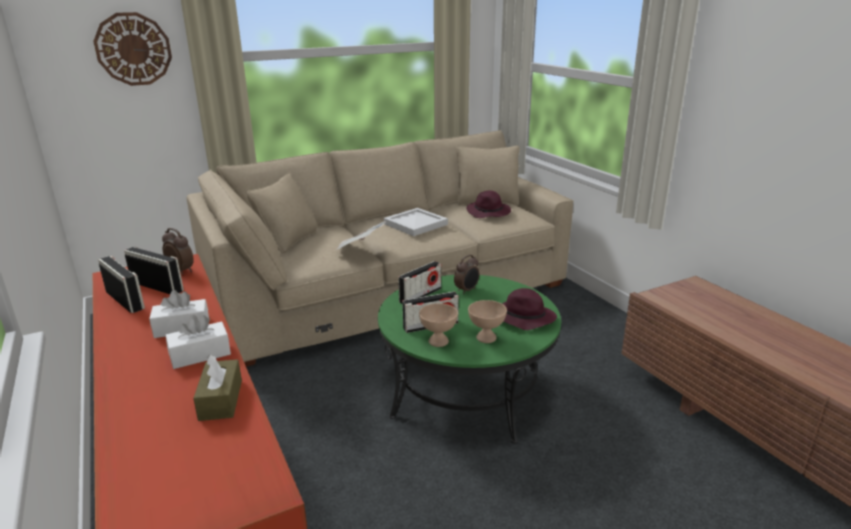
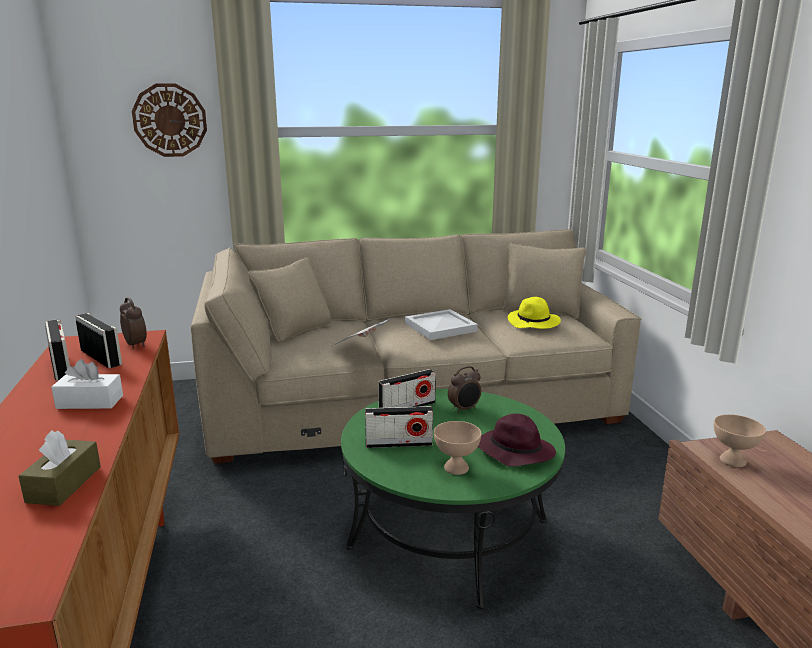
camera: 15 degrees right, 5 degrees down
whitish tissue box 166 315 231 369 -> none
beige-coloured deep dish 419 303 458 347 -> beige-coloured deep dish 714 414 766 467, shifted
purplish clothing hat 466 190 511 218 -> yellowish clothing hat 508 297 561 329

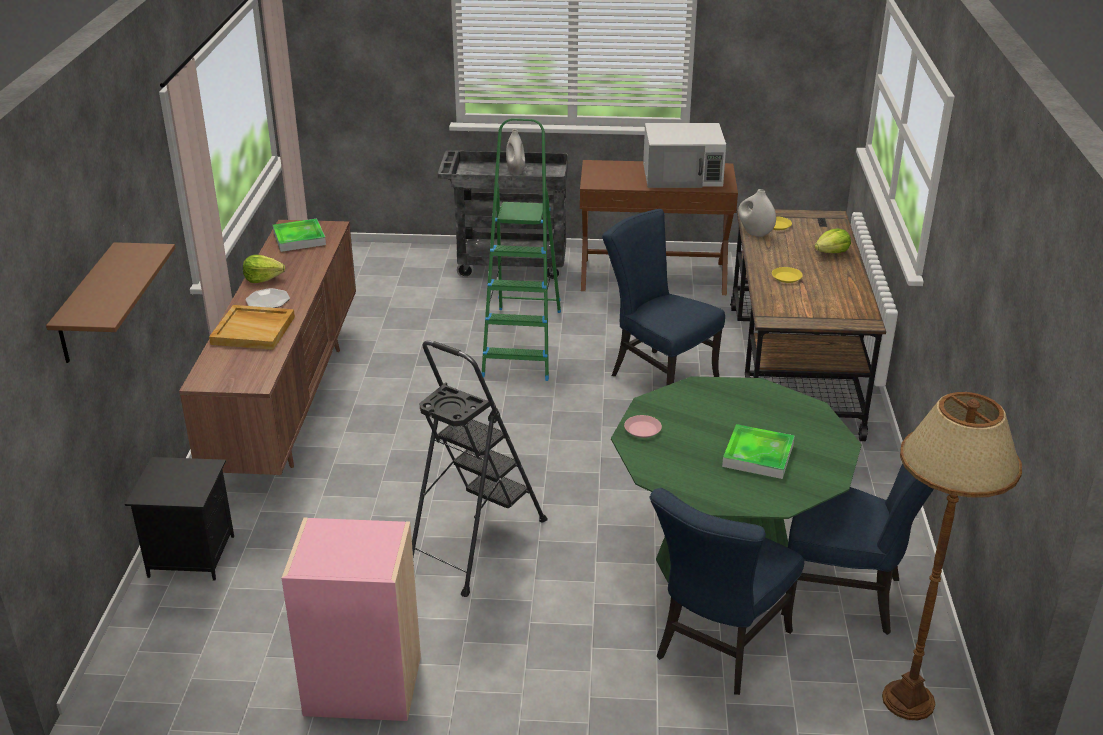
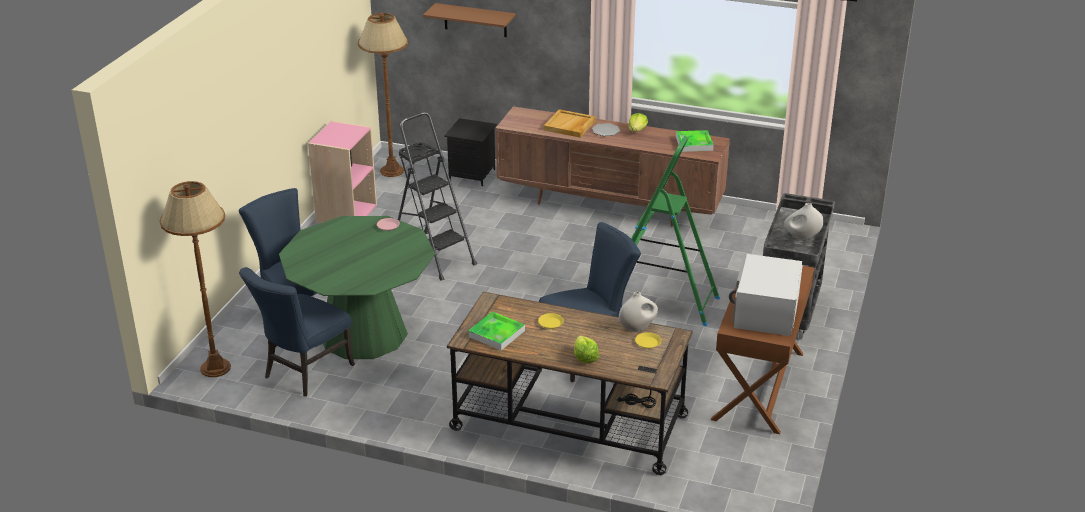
camera: 105 degrees right, 0 degrees up
none -> brownish floor lamp 358 13 408 177
serving tray 722 424 795 479 -> serving tray 468 312 525 350, shifted

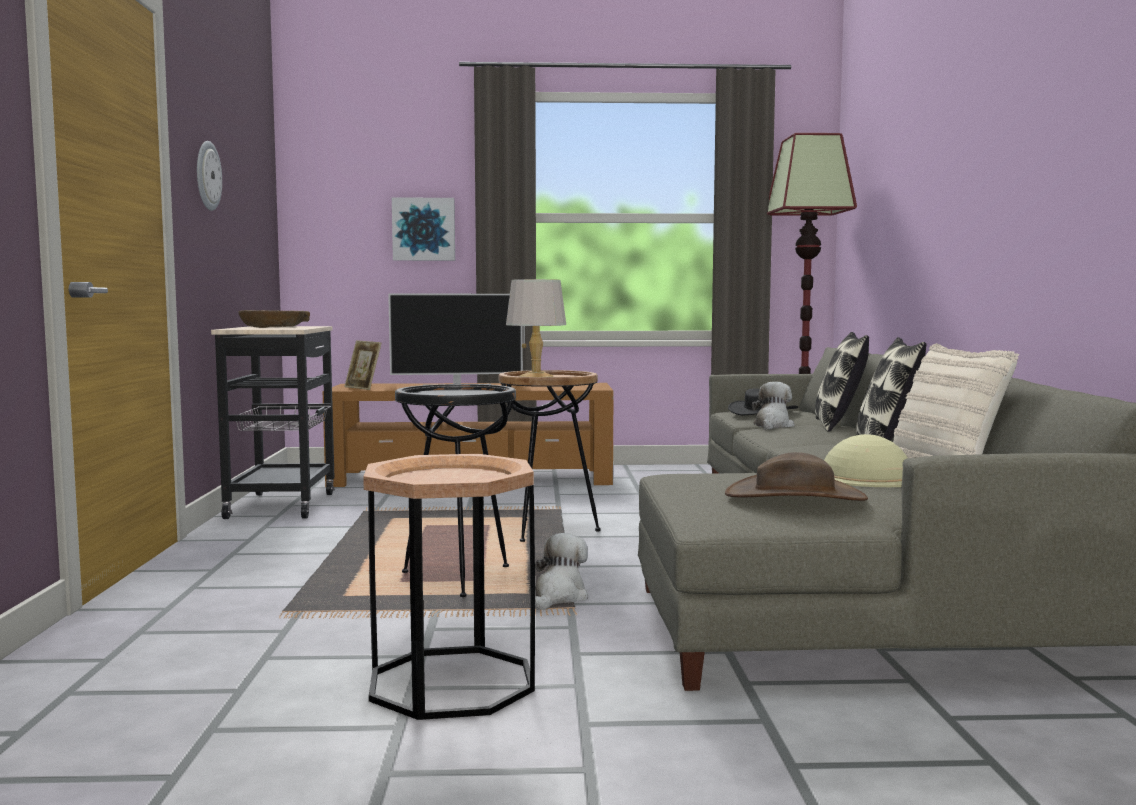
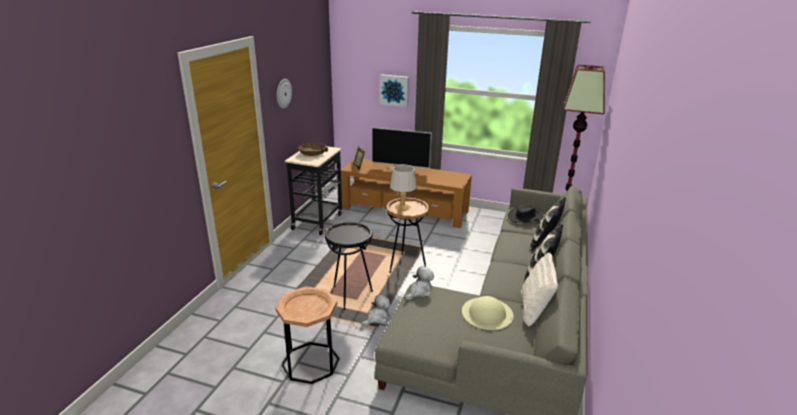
camera: 20 degrees right, 20 degrees up
brownish clothing hat 725 452 868 501 -> none
plush toy 751 382 794 429 -> plush toy 405 266 434 300, shifted

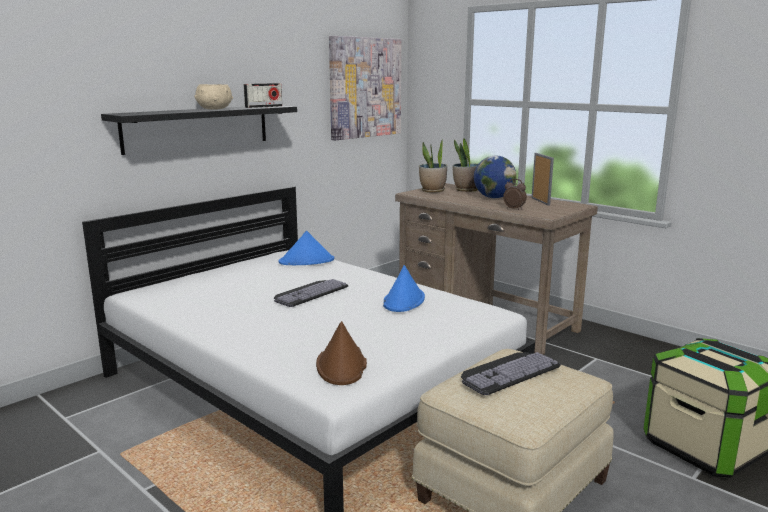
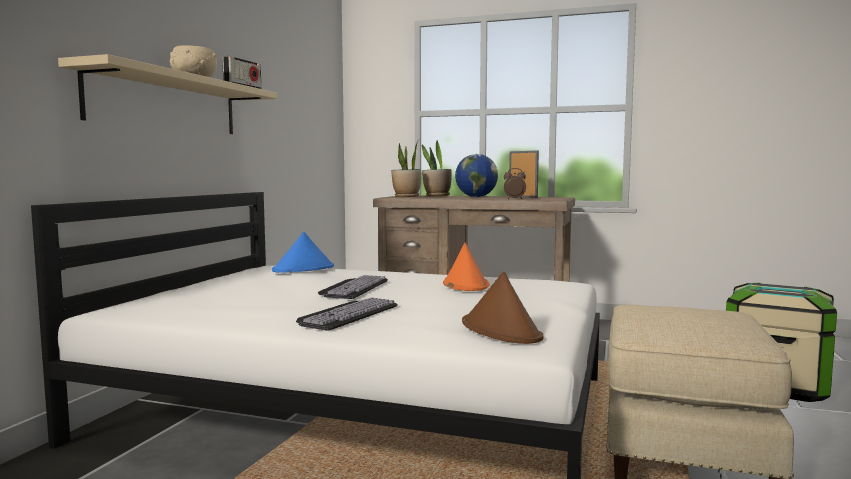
camera: 25 degrees left, 10 degrees down
picture 329 36 401 140 -> none
computer keyboard 461 352 561 395 -> computer keyboard 296 298 398 330, shifted
black bracket shelf 101 106 297 155 -> beige-coloured bracket shelf 58 54 277 134
blue clothing hat 383 265 425 312 -> orangey clothing hat 443 243 489 291

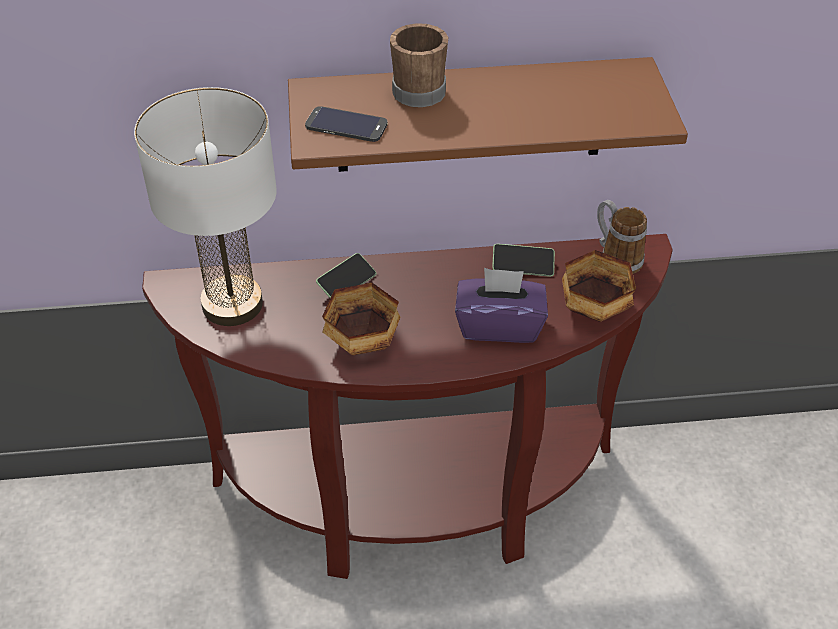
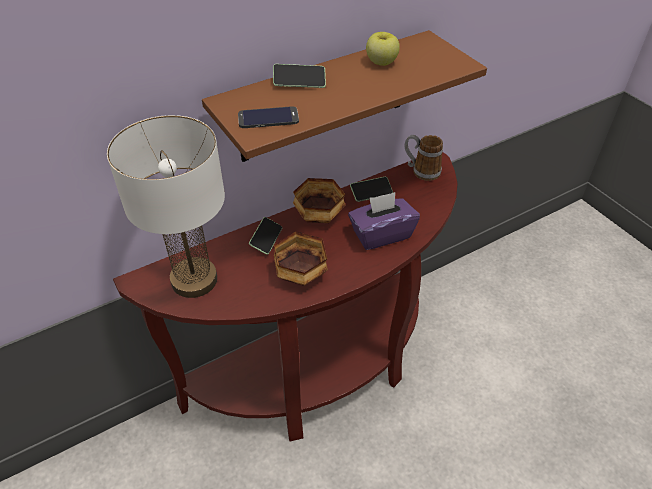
camera: 25 degrees left, 0 degrees up
none -> apple 366 32 400 66
deep dish 562 250 636 322 -> deep dish 293 178 346 223, shifted
brownish coffee mug 390 23 448 108 -> phone 273 64 326 88

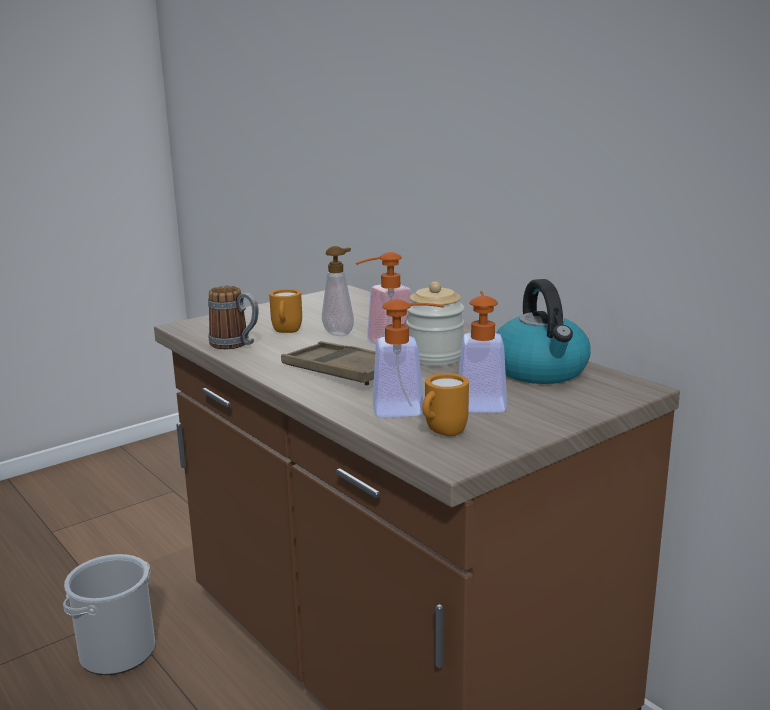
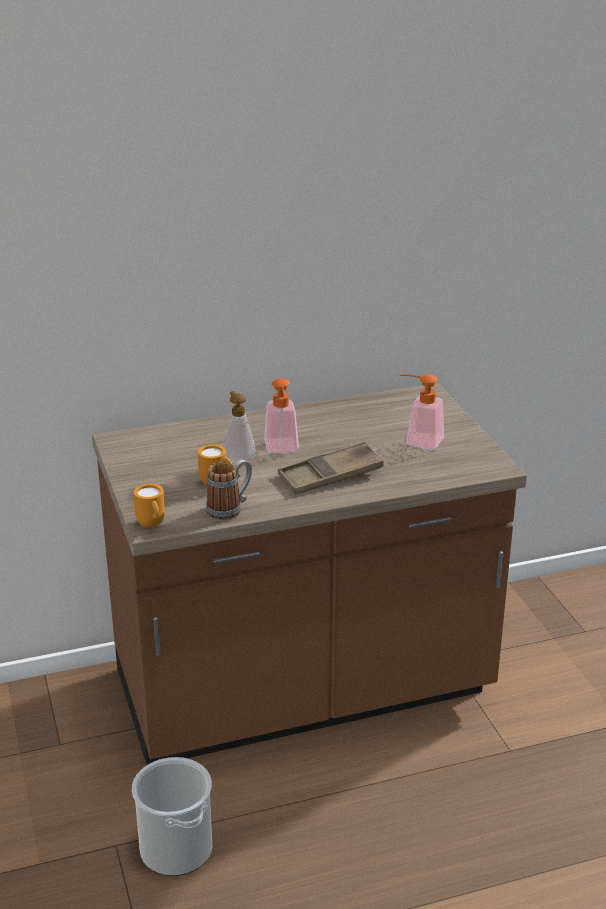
camera: 70 degrees left, 10 degrees up
soap dispenser 373 299 445 417 -> none
preserve jar 406 282 464 366 -> none
water kettle 496 279 591 384 -> none
orangey coffee mug 422 373 469 436 -> orangey coffee mug 133 484 165 527, shifted

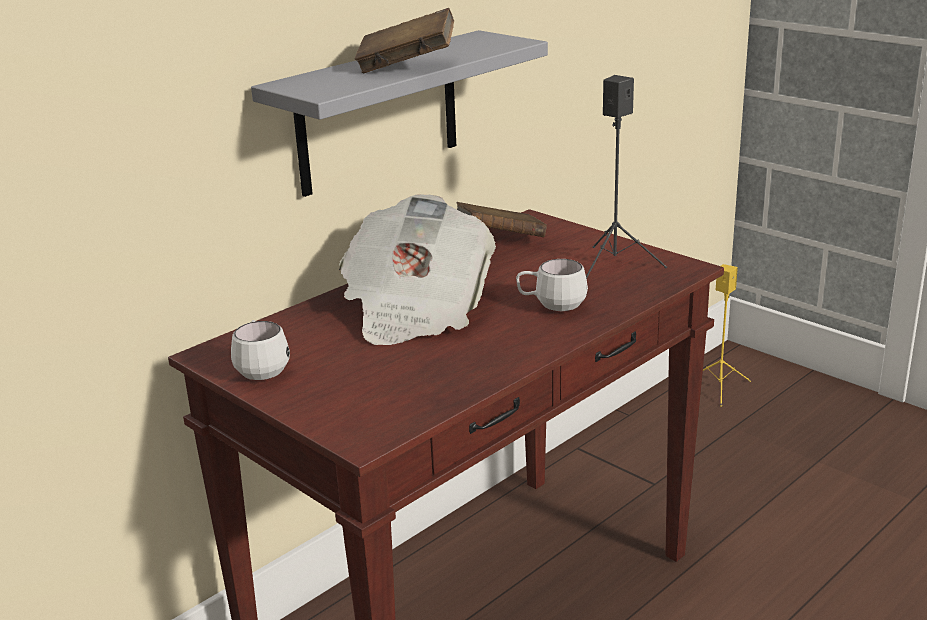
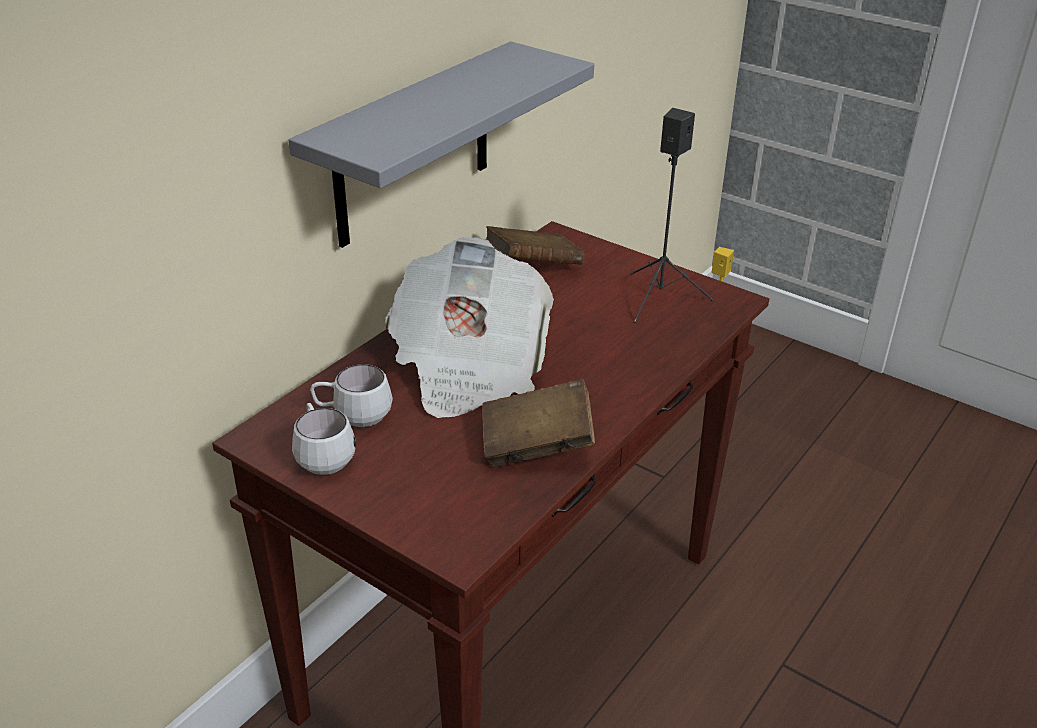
camera: 10 degrees left, 10 degrees up
brownish book 355 8 454 73 -> brownish book 482 379 595 468, shifted
whitish coffee mug 516 259 588 311 -> whitish coffee mug 310 364 393 427, shifted

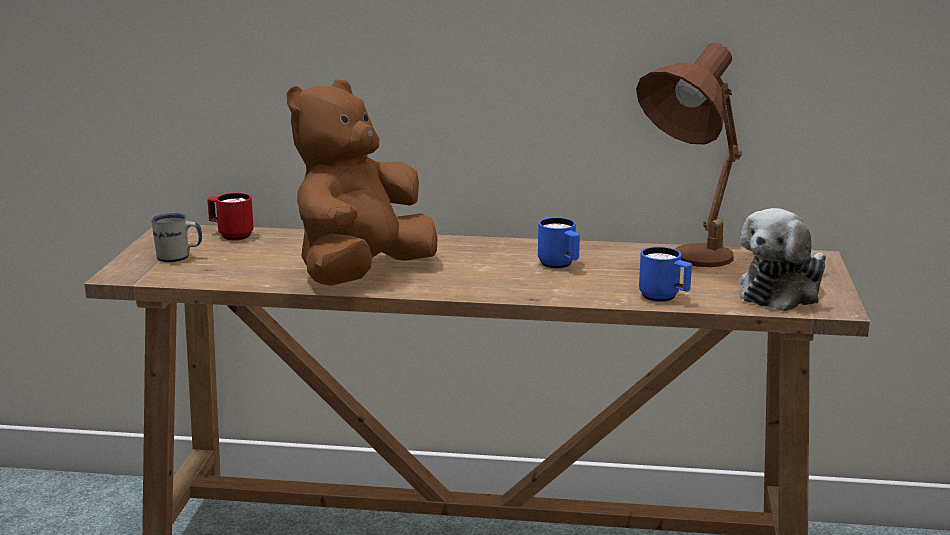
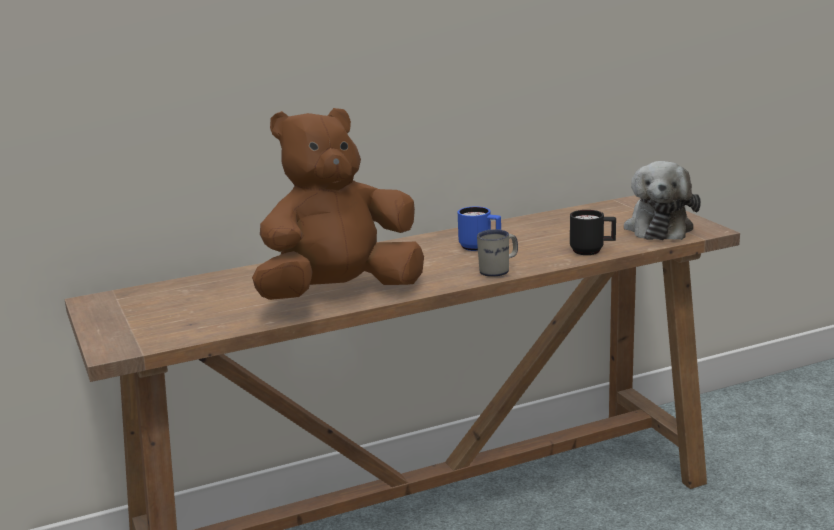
camera: 30 degrees left, 0 degrees up
reddish coffee mug 207 193 253 240 -> none
brownish table lamp 636 43 742 267 -> none
whitish coffee mug 151 213 202 262 -> whitish coffee mug 477 229 518 277, shifted
blue coffee mug 639 247 692 302 -> black coffee mug 570 210 616 255
brownish plush toy 287 80 438 286 -> brownish plush toy 252 108 424 300, 60 degrees clockwise

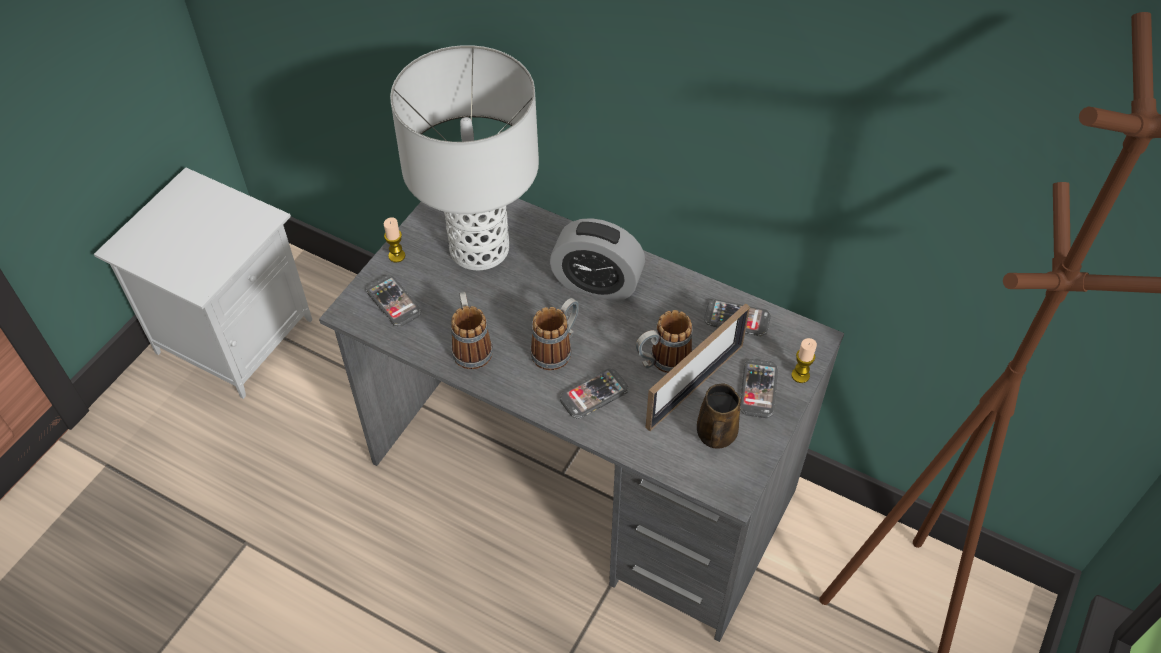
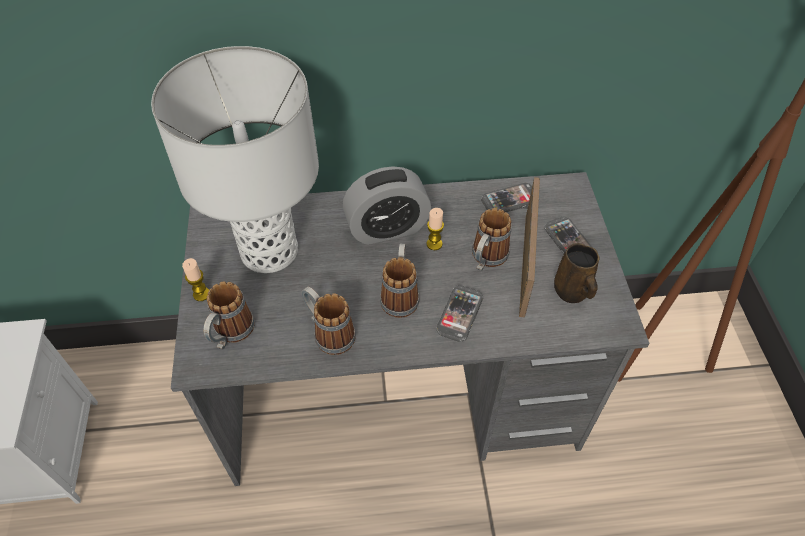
camera: 35 degrees left, 0 degrees up
candle 791 338 817 383 -> candle 426 208 444 250, shifted
phone 366 275 421 327 -> coffee mug 204 282 254 349

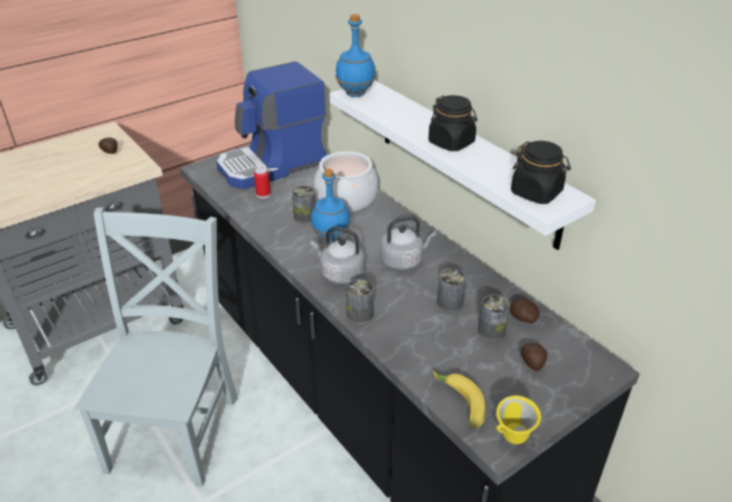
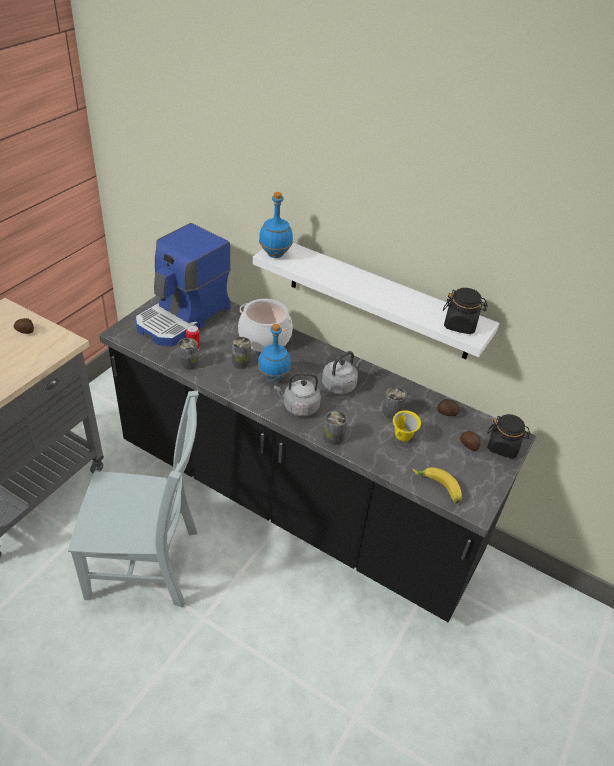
camera: 25 degrees left, 5 degrees up
black preserve jar 428 95 477 151 -> black preserve jar 487 414 530 459, shifted
sealed can 478 294 510 341 -> sealed can 178 338 199 370, shifted
yellowish coffee mug 496 396 541 444 -> yellowish coffee mug 393 410 421 442, shifted
greyish plain chair 75 207 238 487 -> greyish plain chair 68 391 199 608, 105 degrees clockwise

